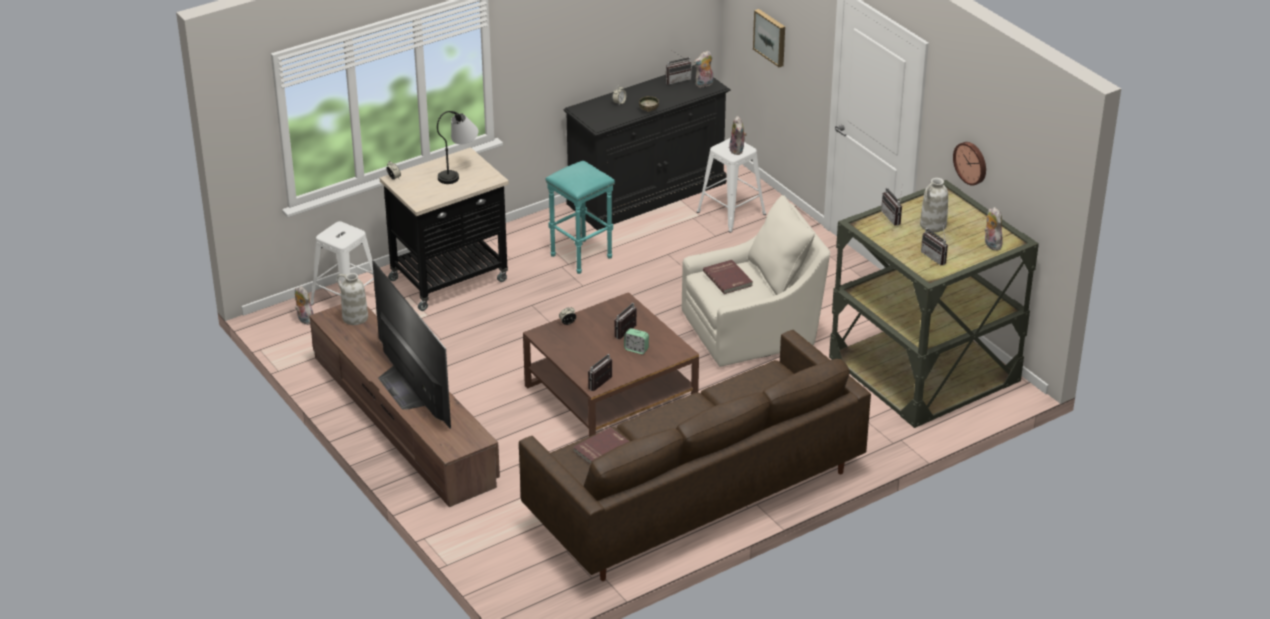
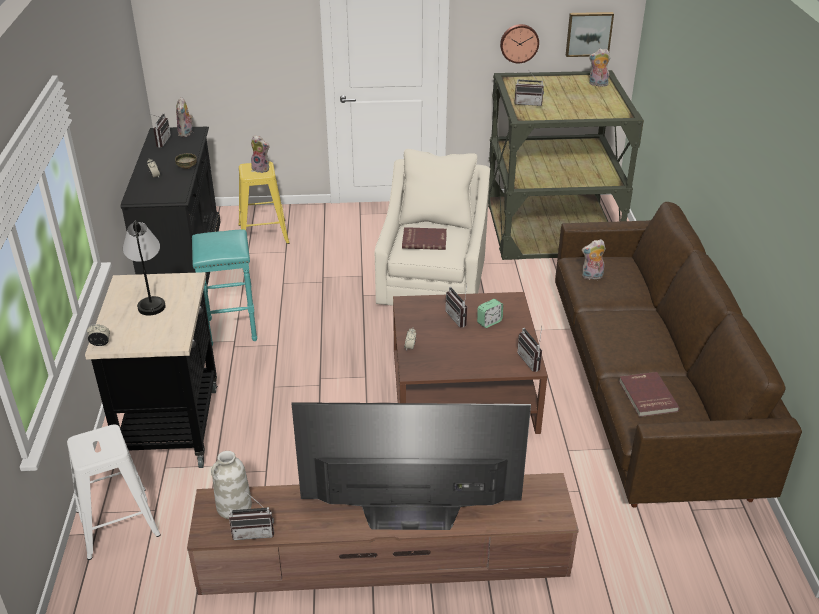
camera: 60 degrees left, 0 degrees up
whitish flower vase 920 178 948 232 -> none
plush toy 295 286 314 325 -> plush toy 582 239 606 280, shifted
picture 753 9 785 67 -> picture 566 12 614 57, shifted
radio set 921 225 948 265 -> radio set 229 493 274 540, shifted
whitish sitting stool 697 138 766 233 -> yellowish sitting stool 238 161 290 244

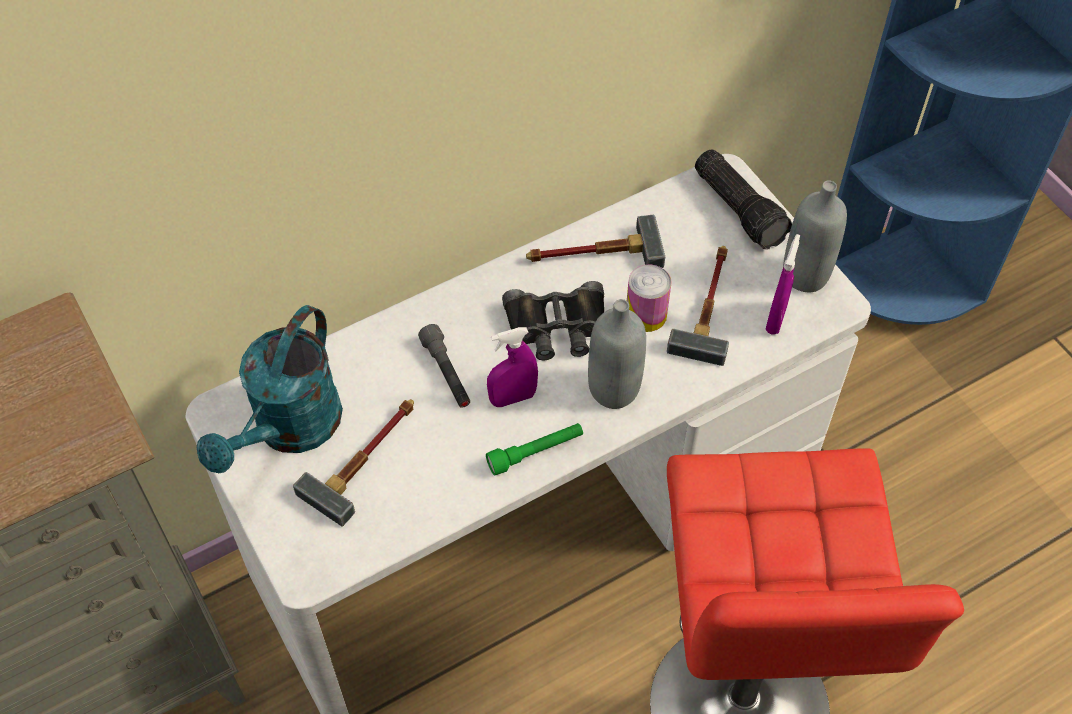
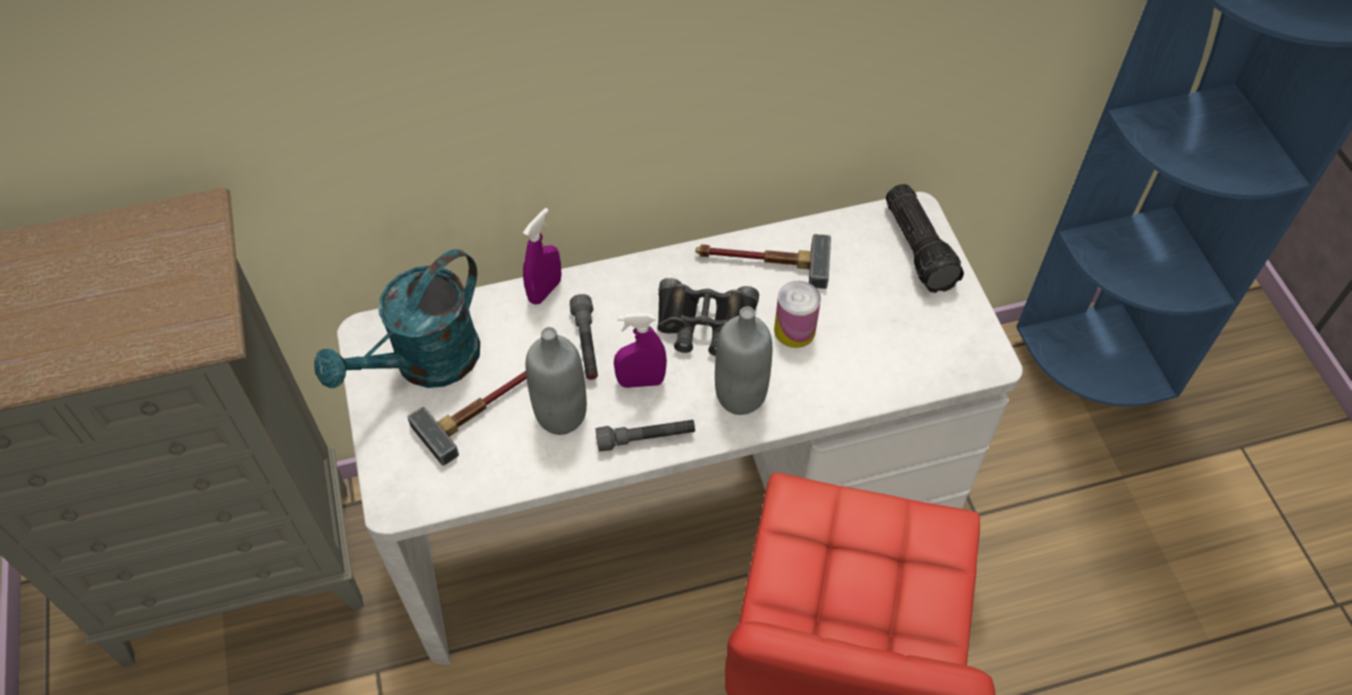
camera: 15 degrees right, 0 degrees up
tool hammer 667 246 729 366 -> none
purplish spray bottle 766 234 800 335 -> purplish spray bottle 523 208 562 305, shifted
greyish bottle 783 180 847 292 -> greyish bottle 526 327 587 435, shifted
green-coloured flashlight 486 423 583 476 -> greyish flashlight 595 420 695 451

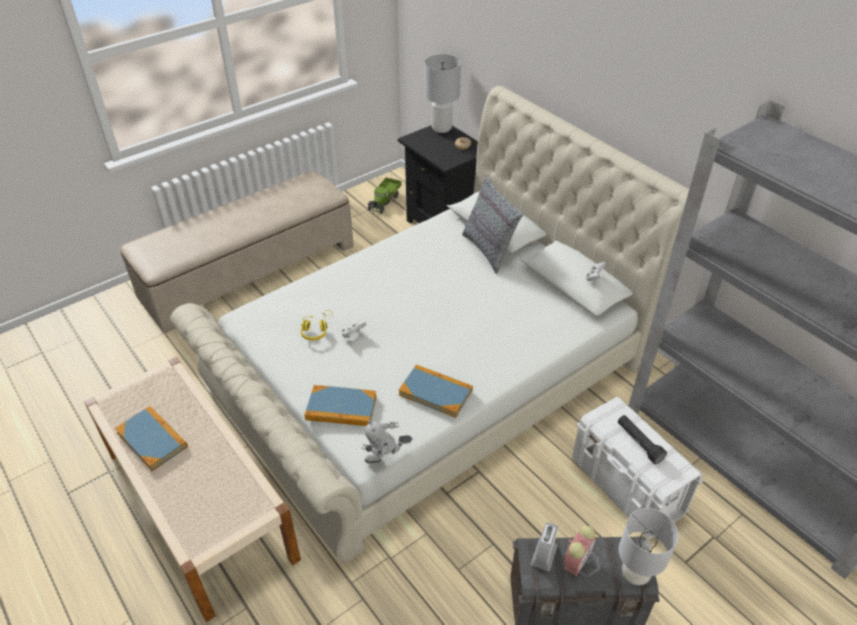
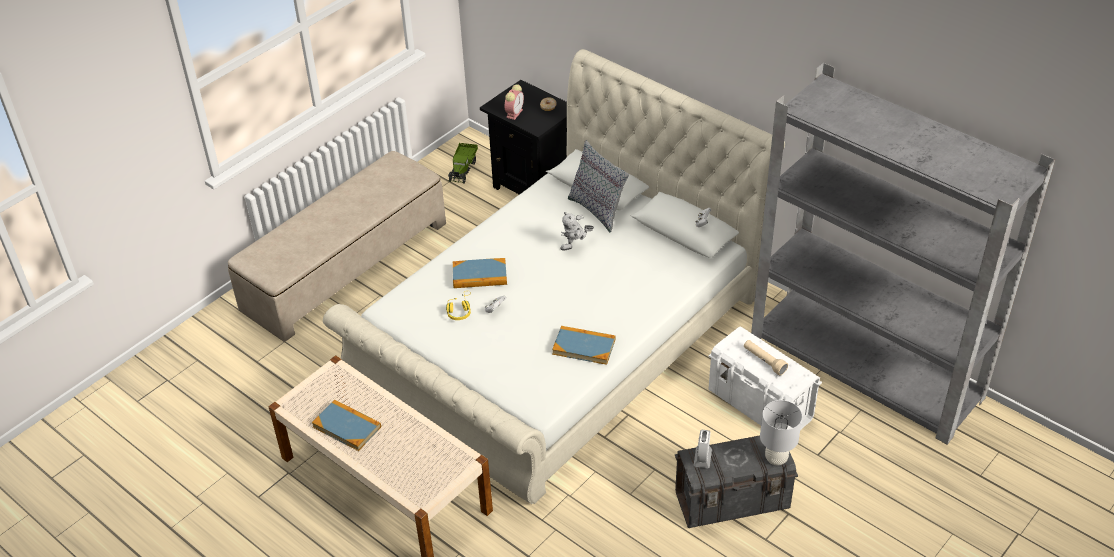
camera: 10 degrees left, 0 degrees up
greyish table lamp 425 54 461 133 -> none
book 305 385 377 426 -> book 453 258 507 288, shifted
model robot 361 420 412 463 -> model robot 561 212 594 251, shifted
table clock 563 526 596 576 -> table clock 505 84 524 120, shifted
black flashlight 618 415 667 464 -> beige-coloured flashlight 744 340 788 375

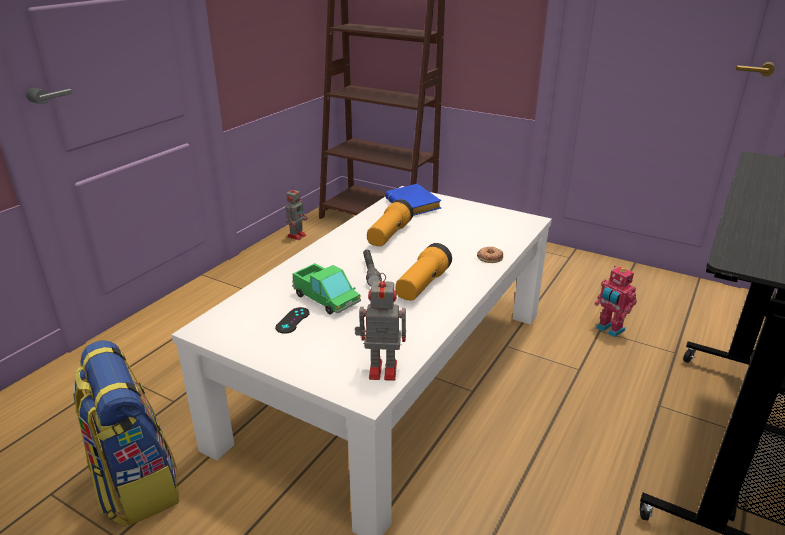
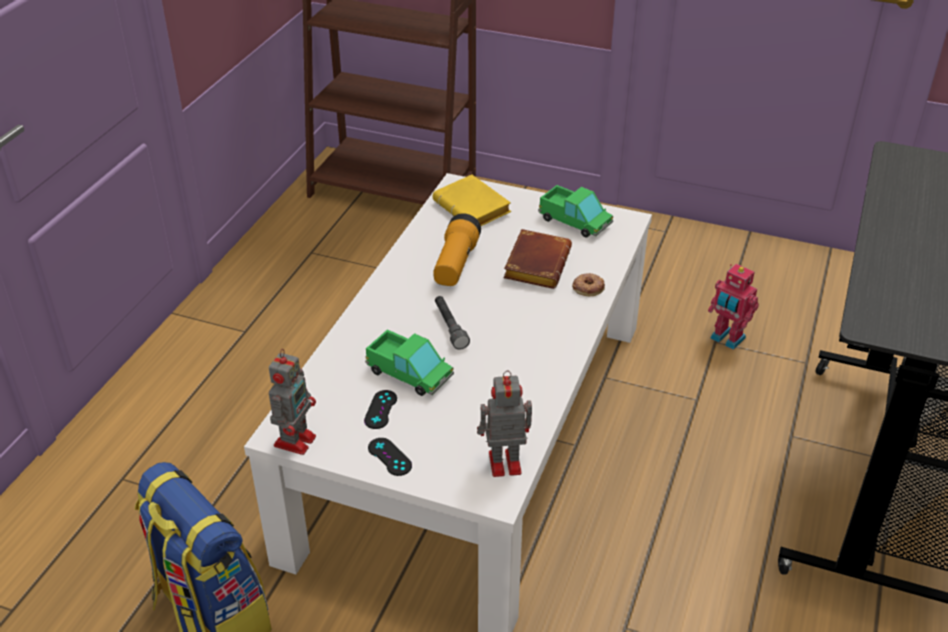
camera: 10 degrees left, 10 degrees up
flashlight 396 243 452 301 -> none
none -> black joypad 368 438 412 476
none -> brownish book 503 229 572 289
none -> toy lorry 538 185 613 238
model robot 286 185 307 240 -> model robot 269 349 316 455, shifted
blue book 385 184 441 216 -> yellowish book 433 175 511 226

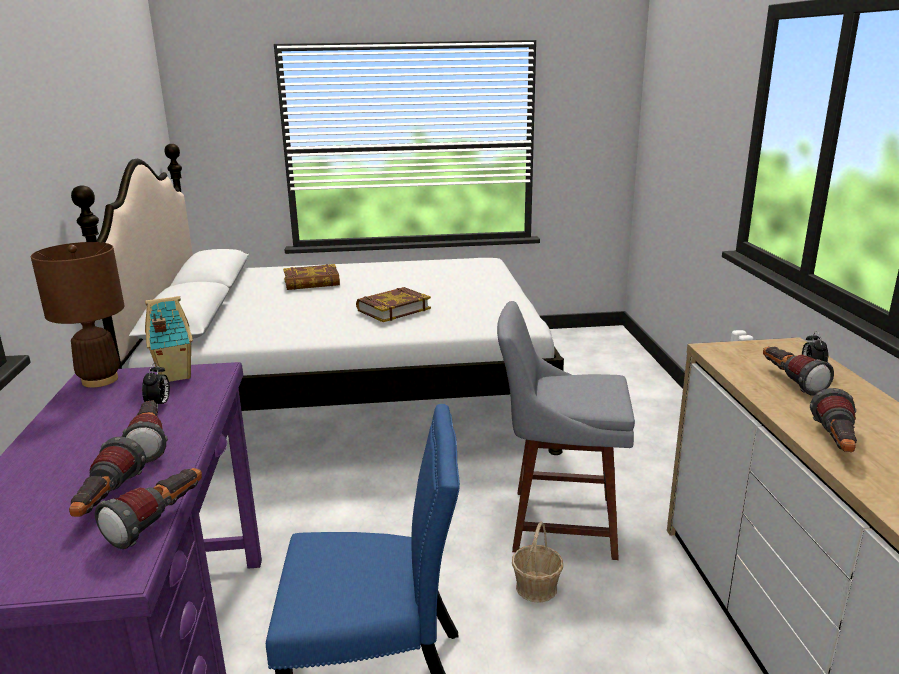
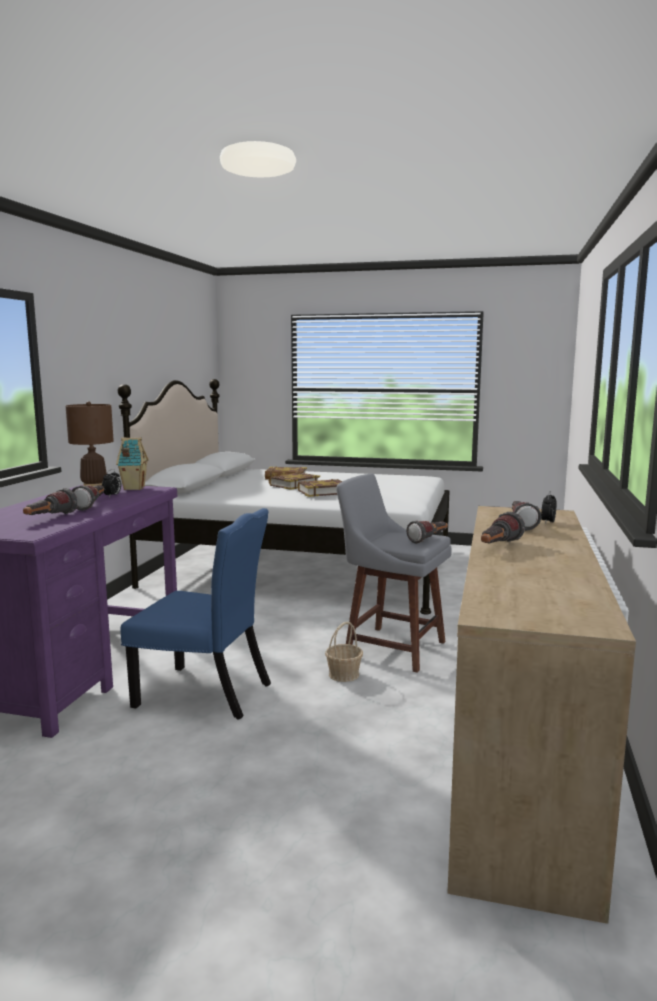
camera: 20 degrees right, 10 degrees down
none -> book 269 472 320 490
flashlight 95 468 202 549 -> flashlight 406 521 448 544, shifted

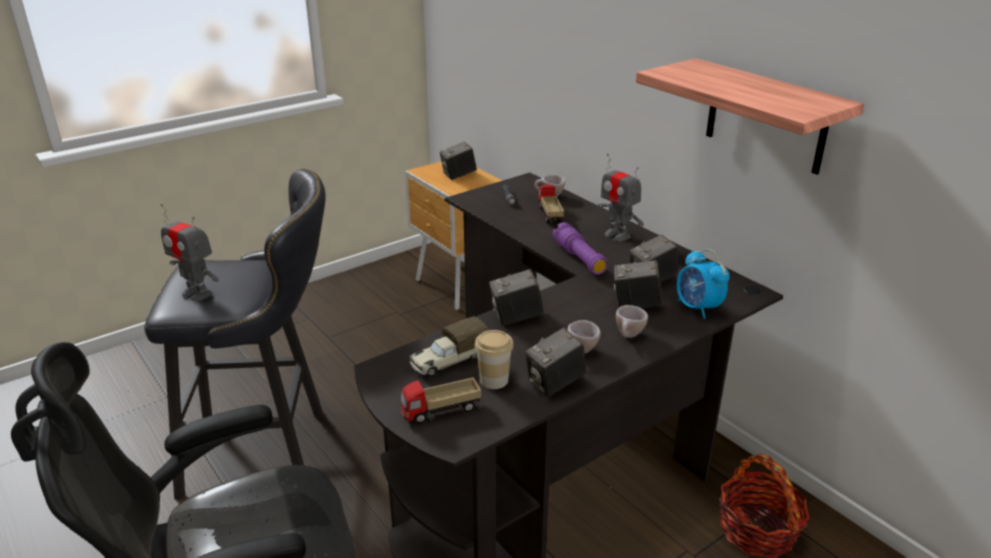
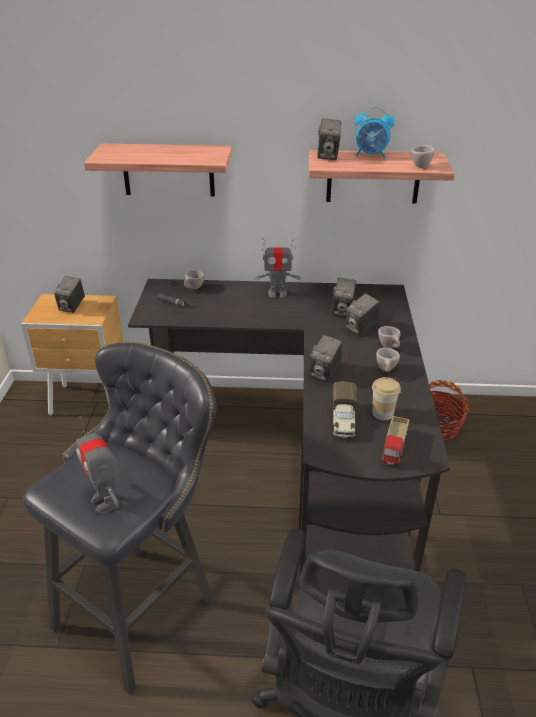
camera: 50 degrees left, 5 degrees up
toy lorry 537 185 564 223 -> none
purplish flashlight 552 222 608 275 -> none
none -> bracket shelf 84 144 232 197
none -> beige-coloured small cup 411 145 435 168
photo camera 525 328 586 397 -> photo camera 317 118 341 160, shifted
table clock 677 249 729 319 -> table clock 355 107 394 158, shifted
model robot 161 204 219 301 -> model robot 76 416 120 513, 75 degrees clockwise

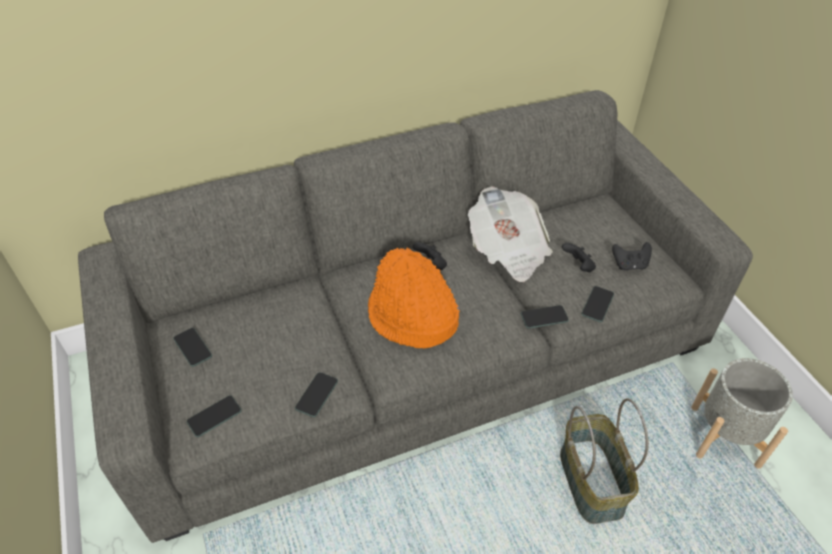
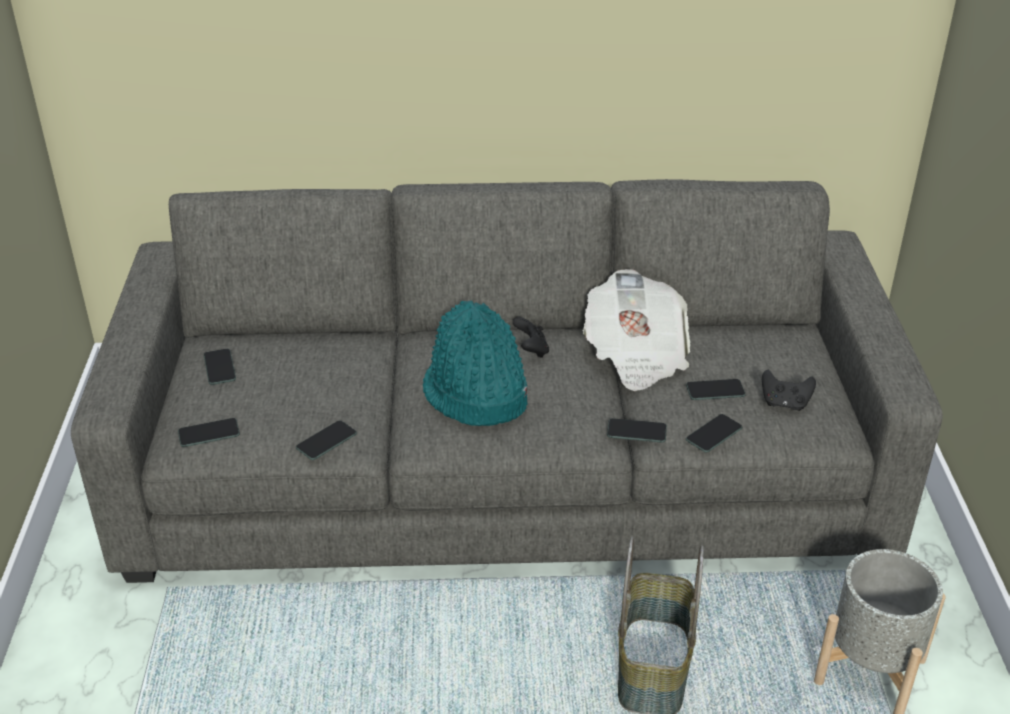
camera: 20 degrees right, 10 degrees down
black joypad 562 242 596 272 -> phone 686 379 746 400
orangey clothing hat 368 248 460 348 -> blue-green clothing hat 423 301 527 426

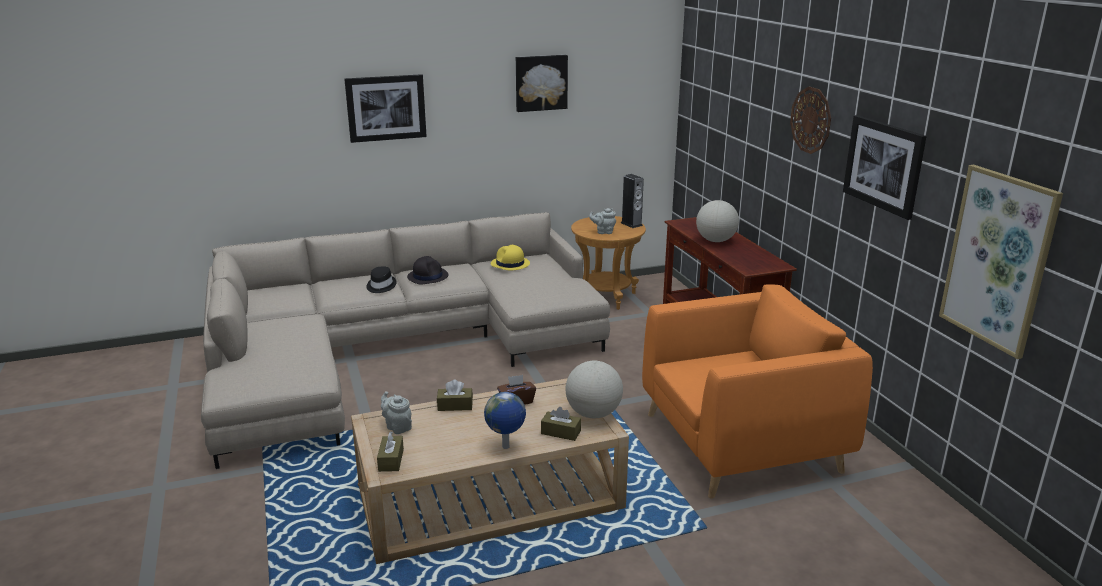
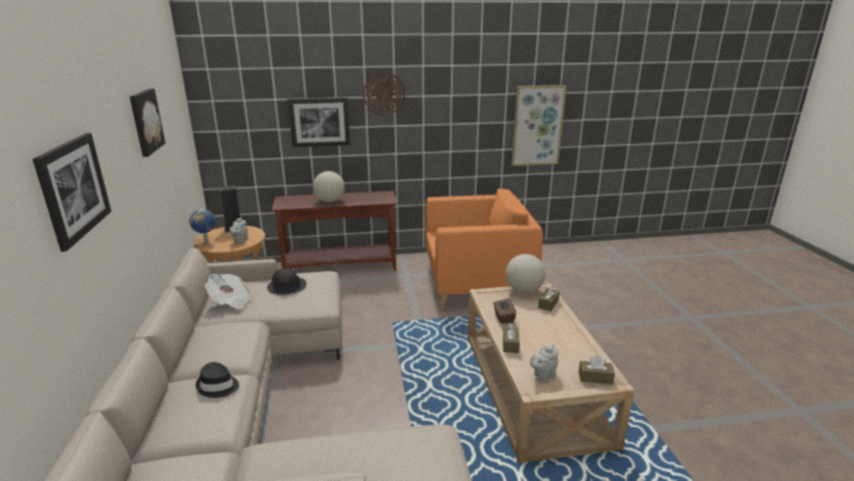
camera: 80 degrees left, 0 degrees up
black clothing hat 407 256 448 285 -> black clothing hat 267 267 306 295, shifted
desk globe 484 392 526 449 -> desk globe 189 209 216 243, shifted
picture 843 115 927 220 -> picture 288 97 350 147, shifted
yellowish clothing hat 491 245 530 271 -> daily paper 205 274 253 310
orangey lounge chair 642 284 873 498 -> orangey lounge chair 426 189 543 309, 90 degrees clockwise

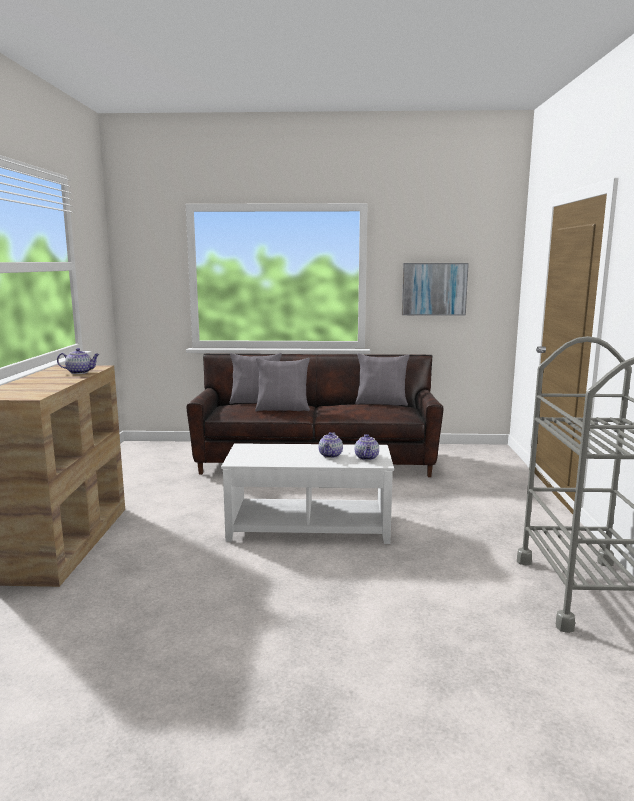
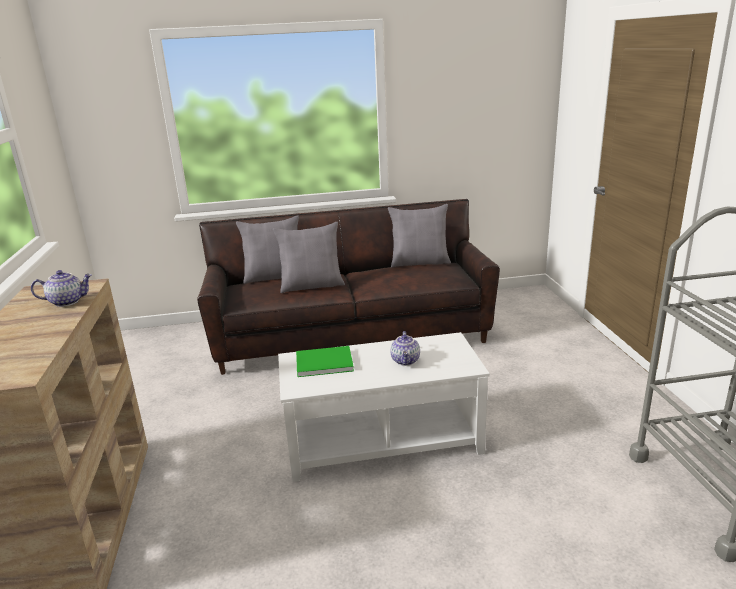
camera: 10 degrees left, 10 degrees up
pot for tea 355 434 379 460 -> none
picture 402 263 469 316 -> none
none -> green-coloured book 296 346 354 377

